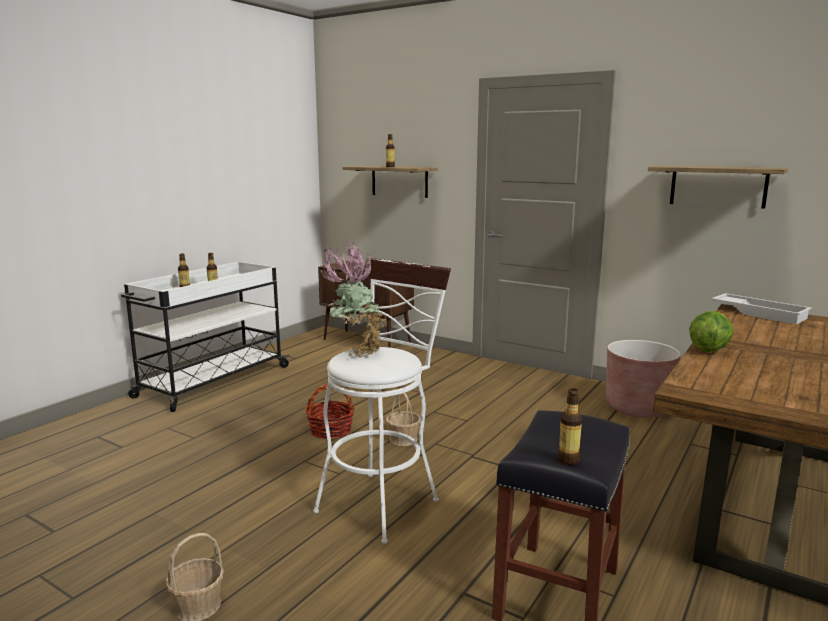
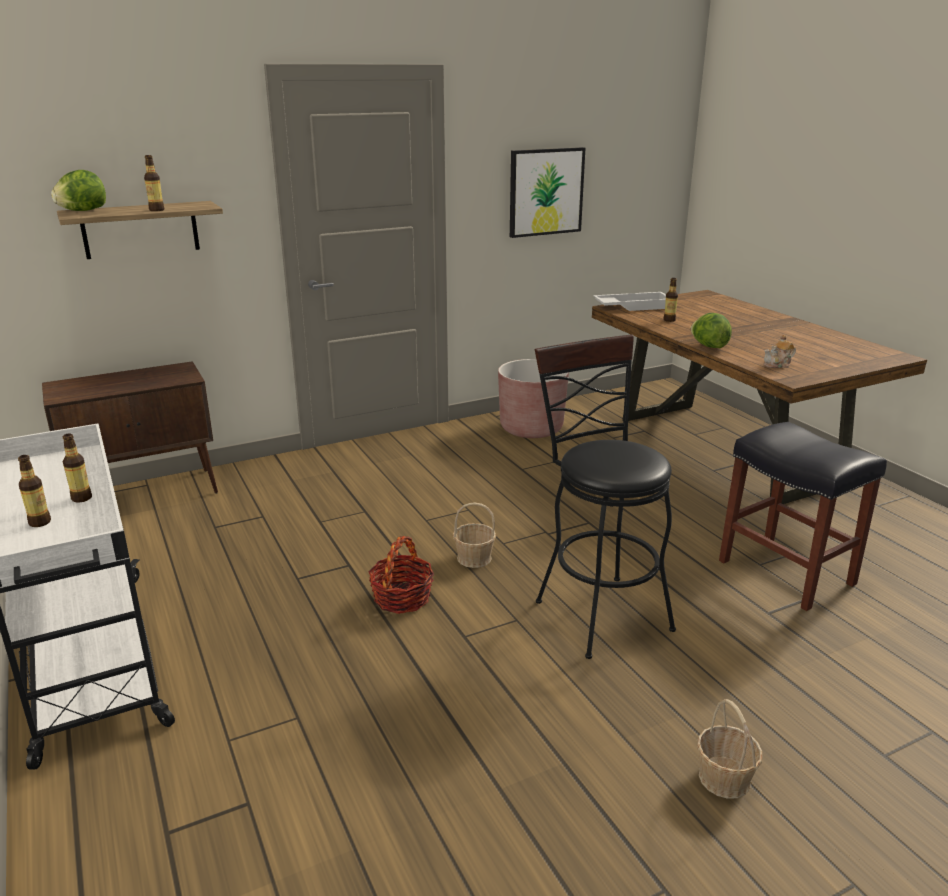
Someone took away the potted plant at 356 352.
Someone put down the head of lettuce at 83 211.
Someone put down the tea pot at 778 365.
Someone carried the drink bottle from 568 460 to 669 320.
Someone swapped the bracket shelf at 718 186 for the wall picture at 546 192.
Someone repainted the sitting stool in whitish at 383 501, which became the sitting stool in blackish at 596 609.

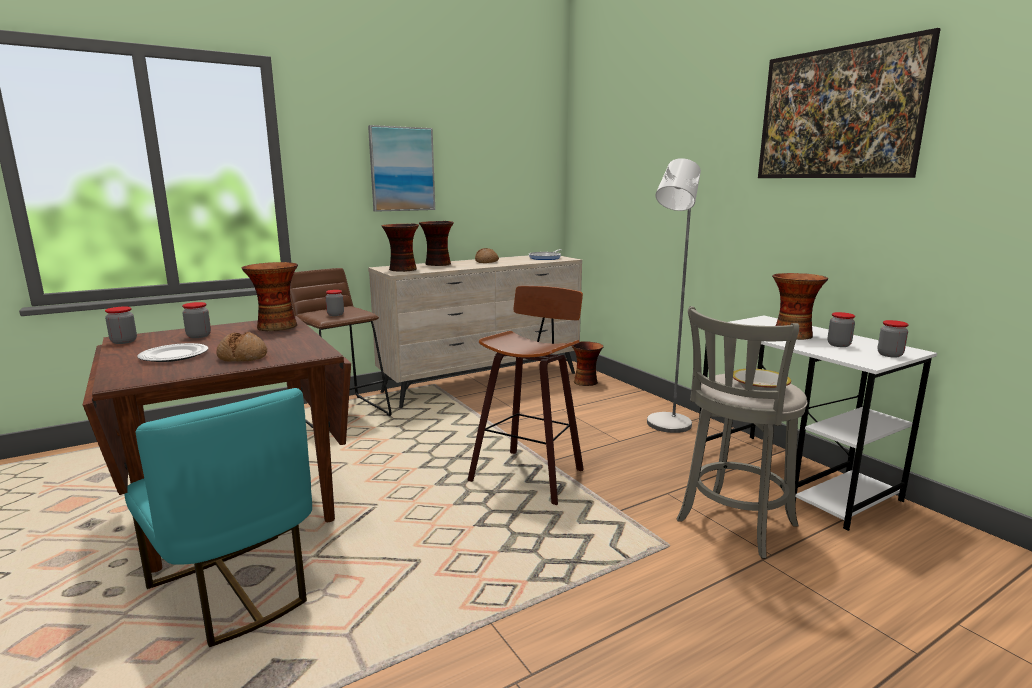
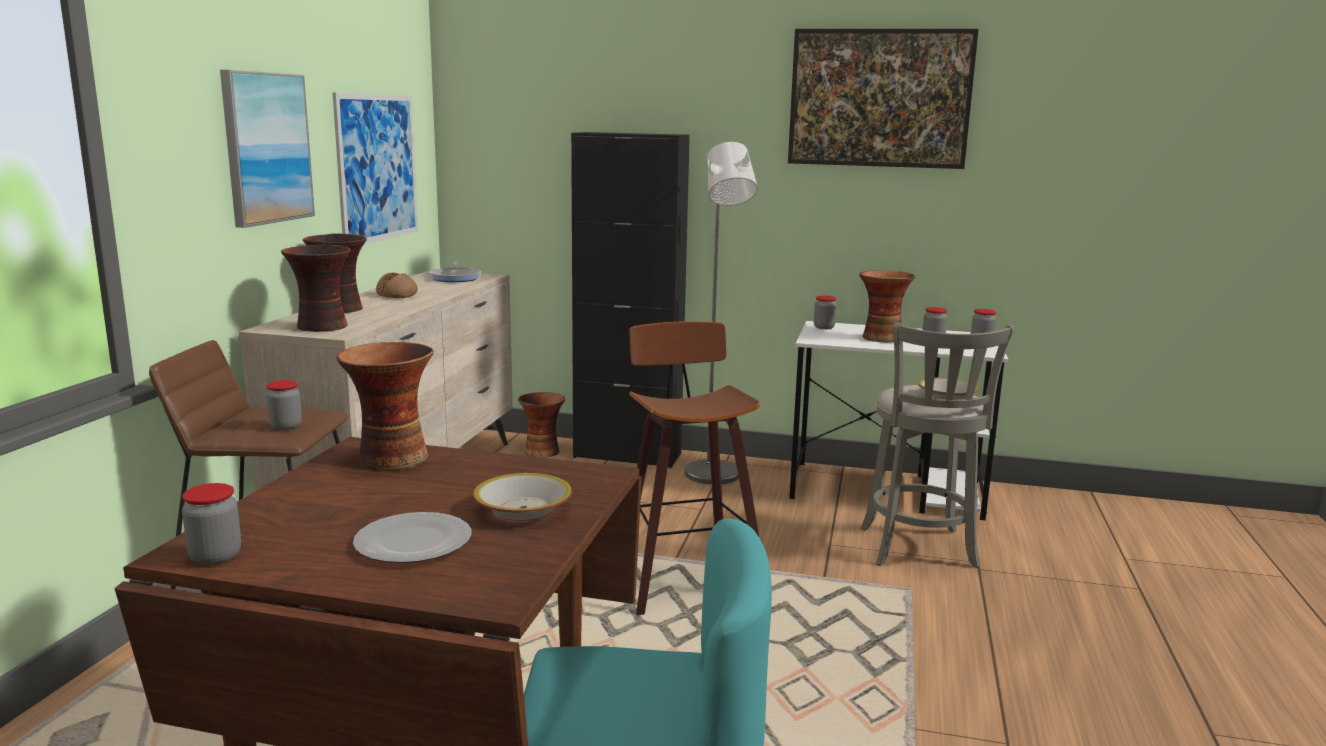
Someone put up the wall picture at 377 168.
Someone put down the storage cabinet in blackish at 627 455.
Someone carried the preserve jar from 199 336 to 824 327.
Someone swapped the bread at 243 356 for the serving bowl at 523 509.

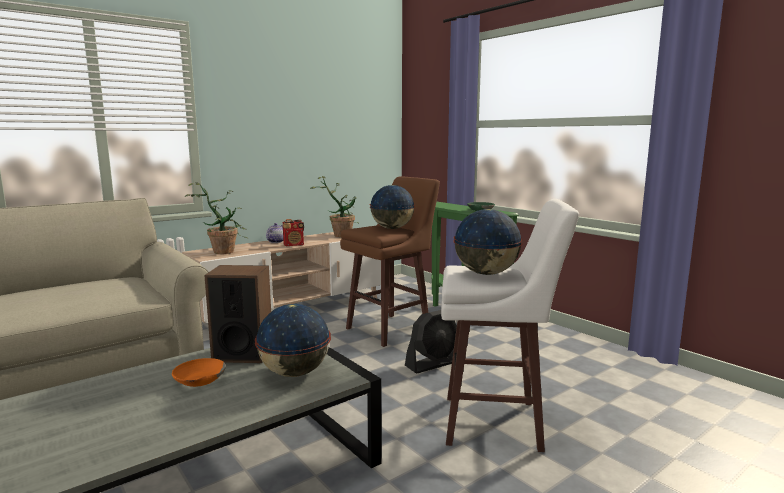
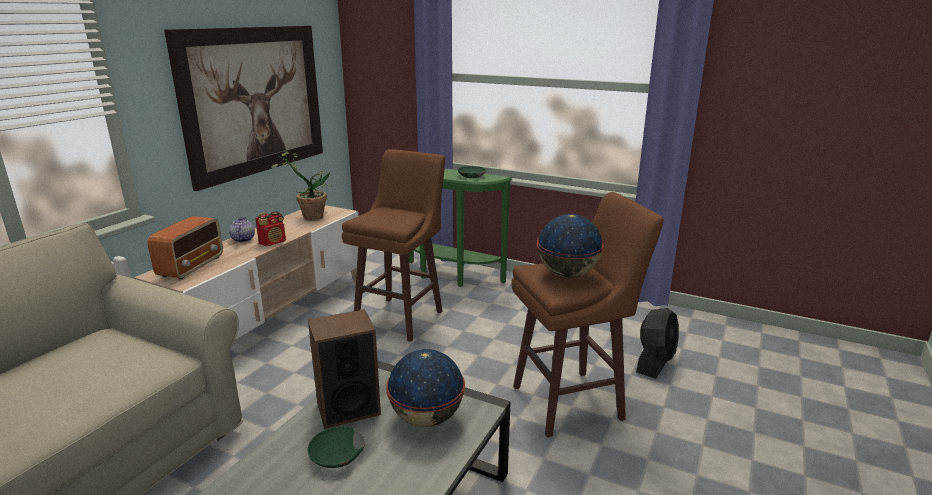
Someone took away the world globe at 392 228.
Someone put up the wall picture at 255 101.
Someone carried the cooling fan in blackish from 433 364 to 655 362.
Someone swapped the potted plant at 223 250 for the radio at 192 266.
Someone repainted the serving bowl in orange-coloured at 198 380, which became the serving bowl in green-coloured at 336 456.
Someone repainted the sitting stool in whitish at 495 423, which became the sitting stool in brown at 570 402.

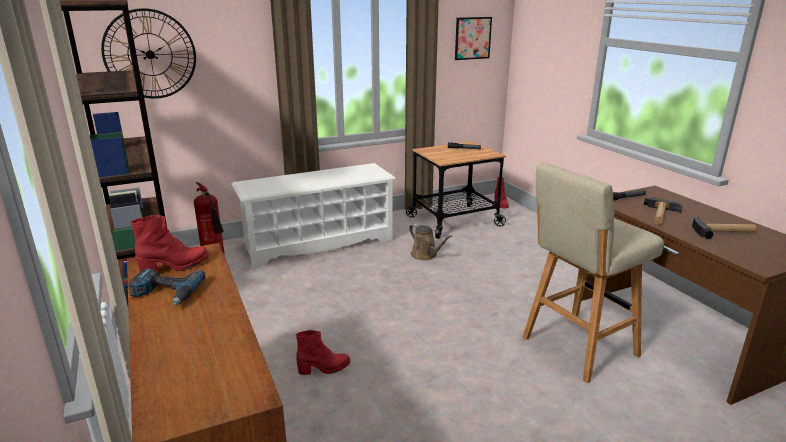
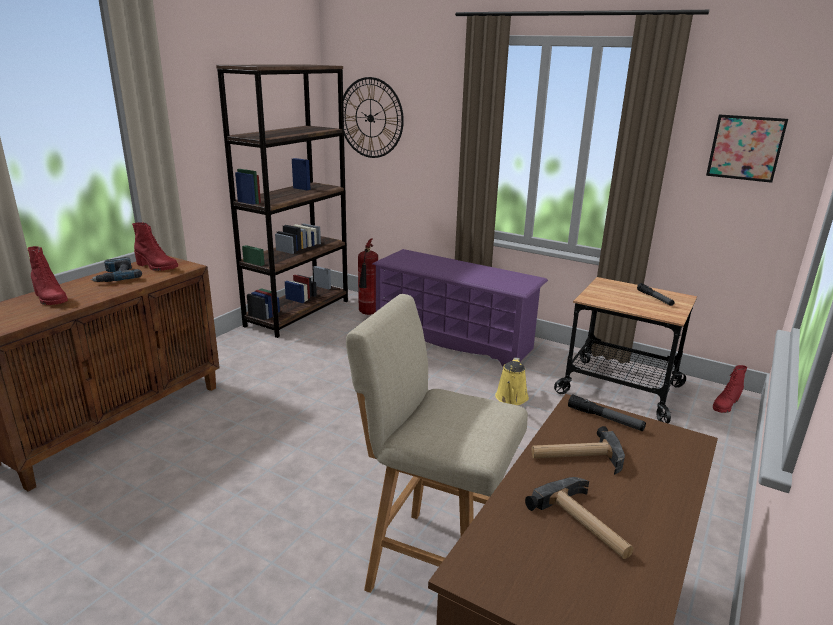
Someone carried the boot in red from 324 369 to 50 299.
Someone repainted the shoe stand in whitish at 318 243, which became the shoe stand in purple at 454 339.
Someone repainted the watering pot in brown at 425 255, which became the watering pot in yellowish at 511 398.

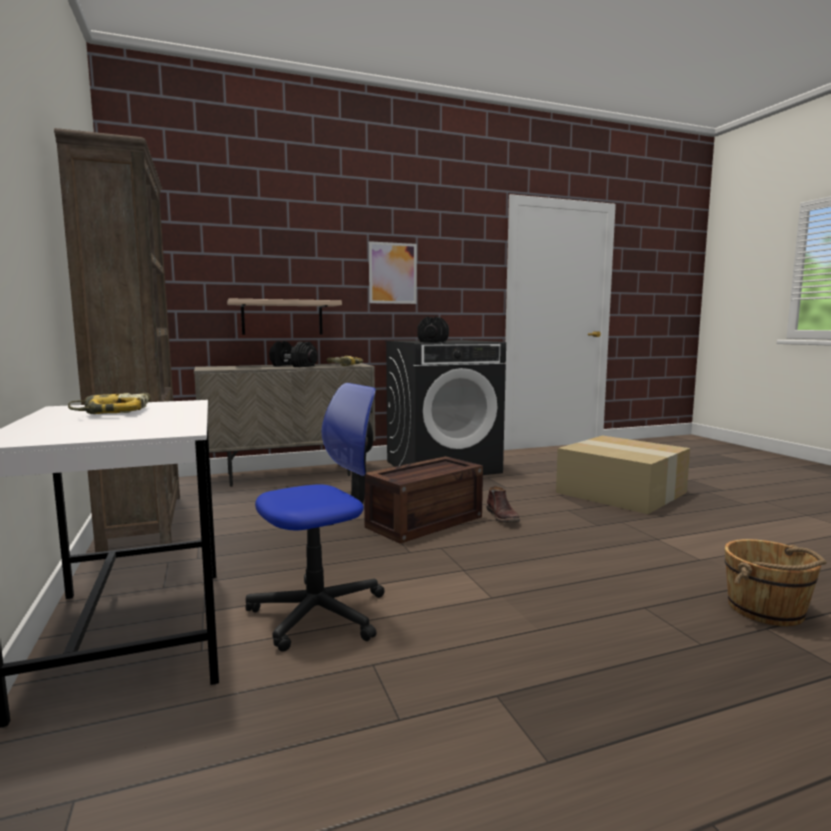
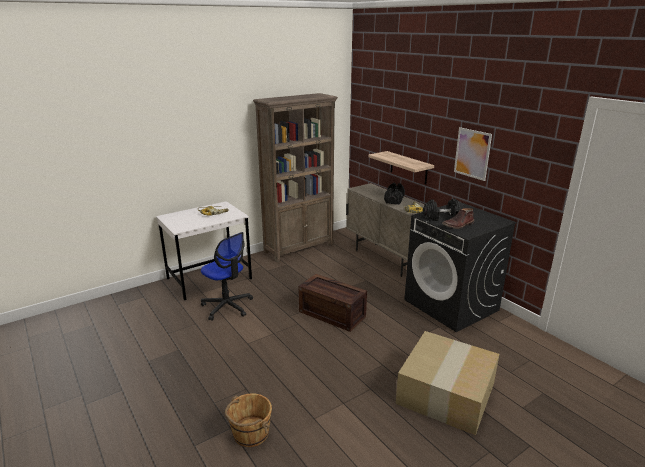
Someone carried the boot in brown from 503 517 to 458 225.

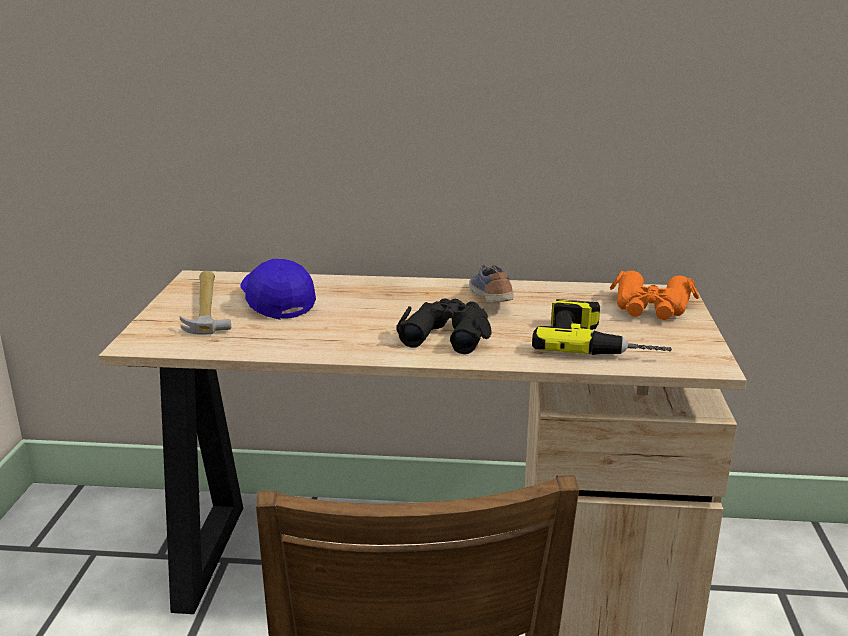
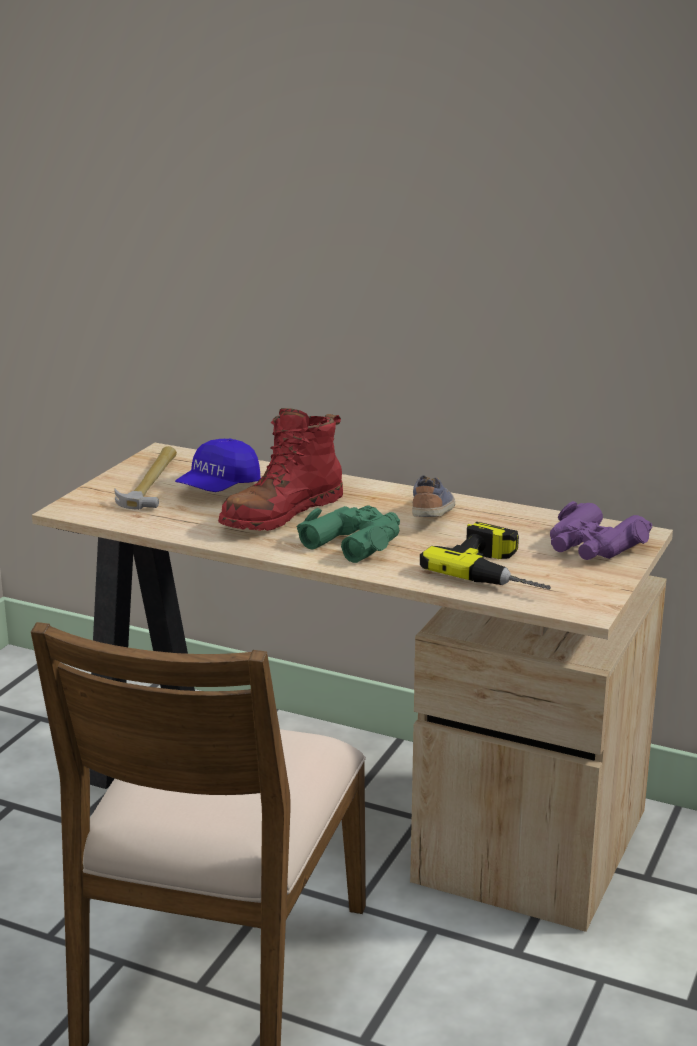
Someone put down the boot in red at 282 514.
Someone repainted the field glasses in blackish at 447 334, which became the field glasses in green-coloured at 355 542.
Someone repainted the field glasses in orange-coloured at 651 308, which became the field glasses in purple at 593 546.
Someone rotated the baseball cap in bluish at 276 303 by 135 degrees counterclockwise.

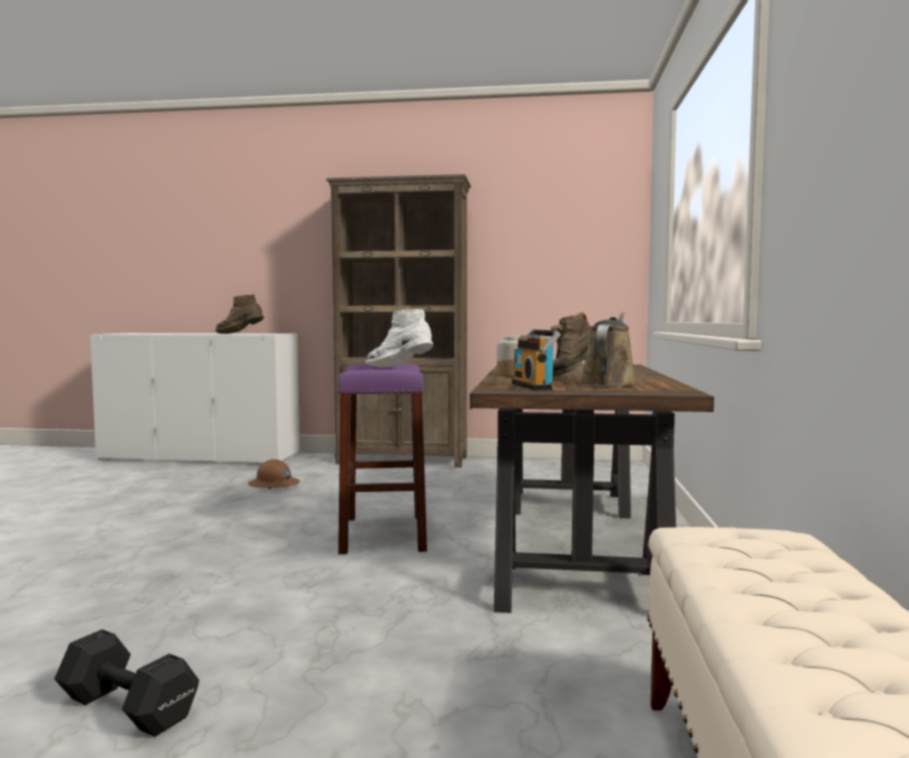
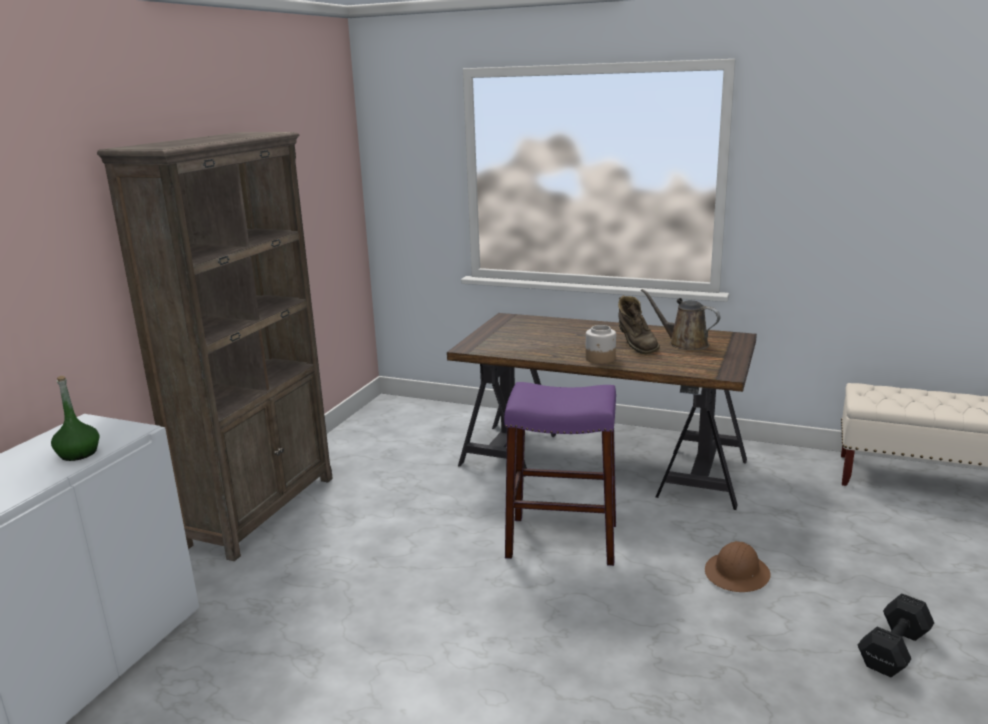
Someone took away the boot in whitish at 400 369.
Someone took away the radio at 534 386.
Someone carried the work helmet in brown from 274 484 to 737 574.
Someone swapped the boot in brown at 240 333 for the drink bottle in green-coloured at 79 454.

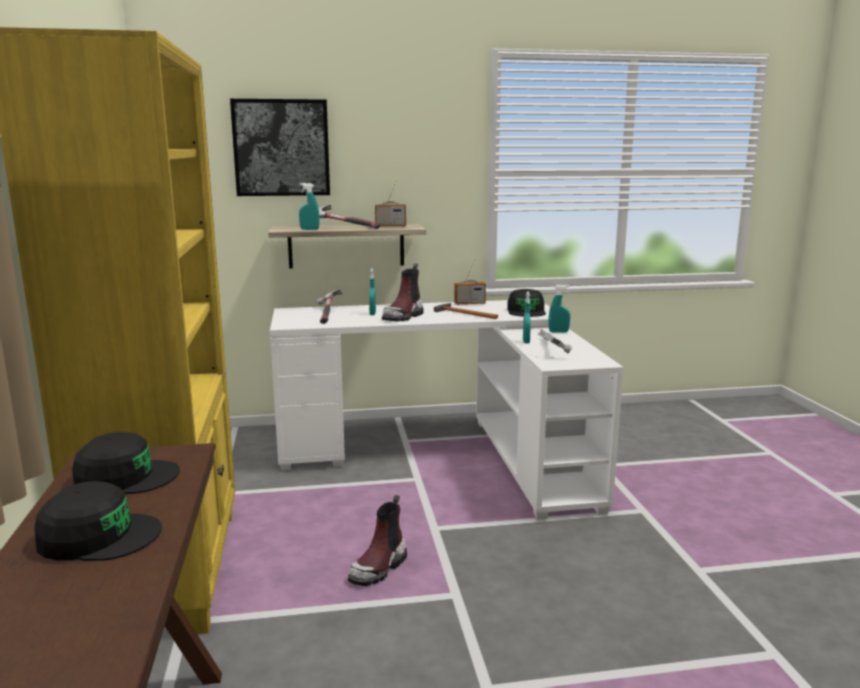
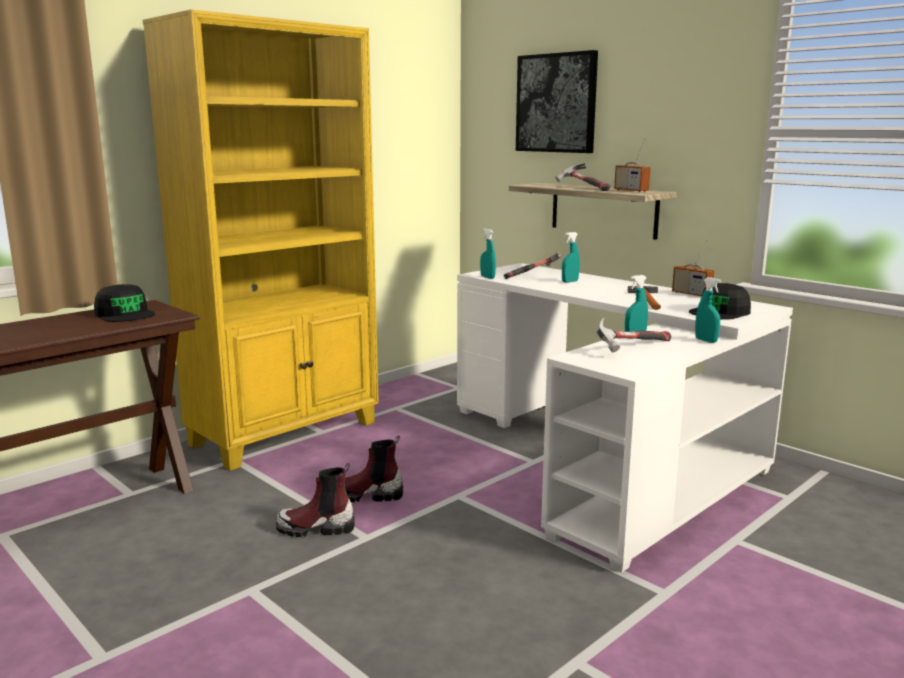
Someone took away the baseball cap in blackish at 99 536.
Someone carried the spray bottle in turquoise-coloured from 309 229 to 487 277.
Someone carried the boot from 403 317 to 316 528.

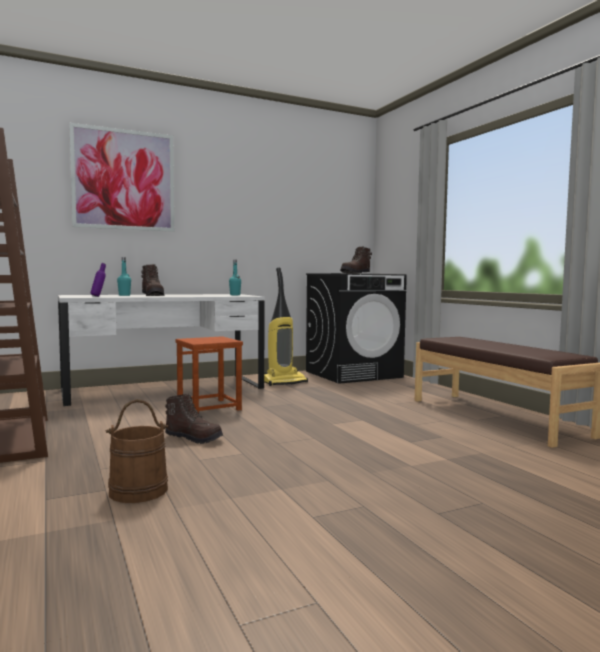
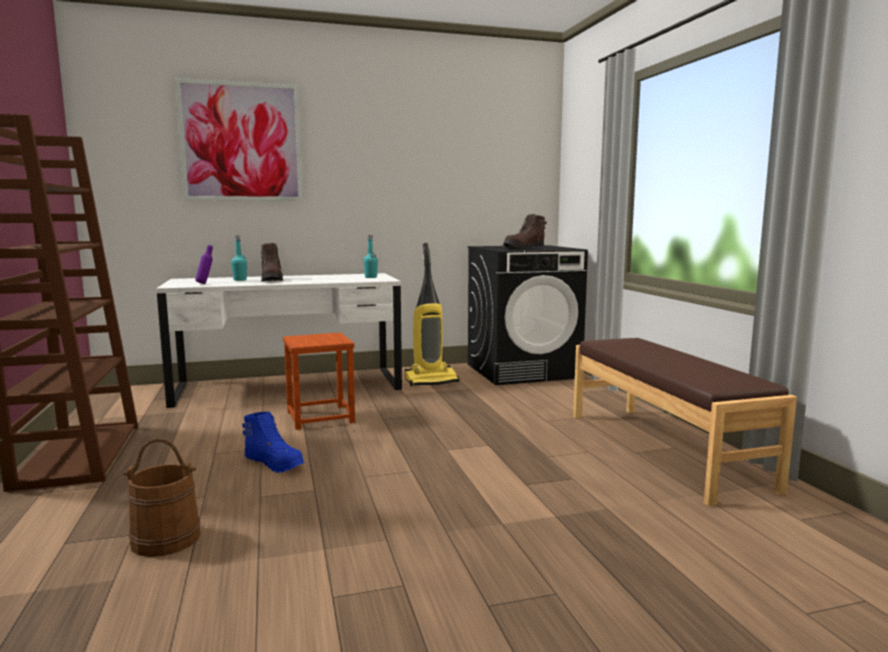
Someone repainted the boot in brown at 194 438, which became the boot in bluish at 275 463.

